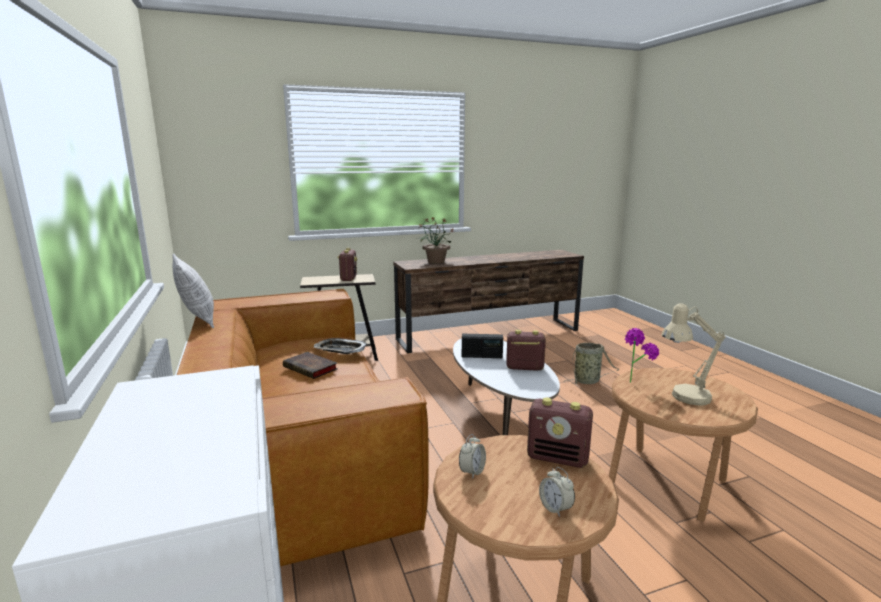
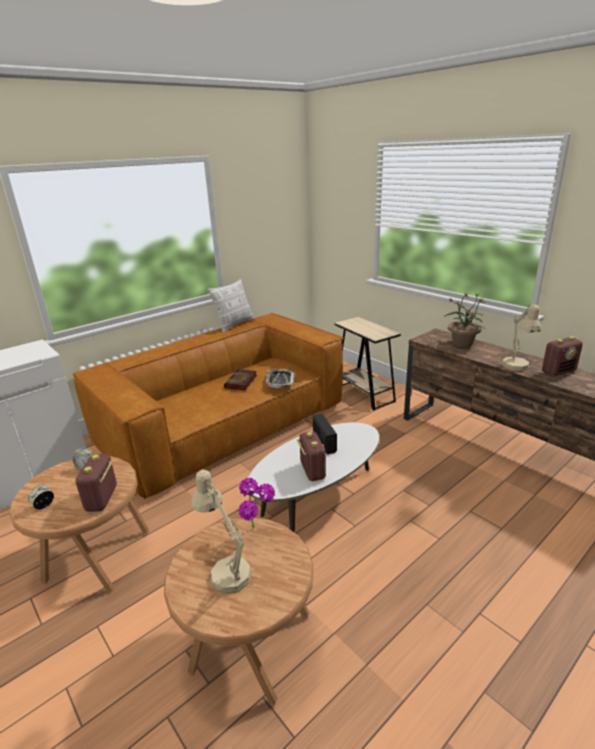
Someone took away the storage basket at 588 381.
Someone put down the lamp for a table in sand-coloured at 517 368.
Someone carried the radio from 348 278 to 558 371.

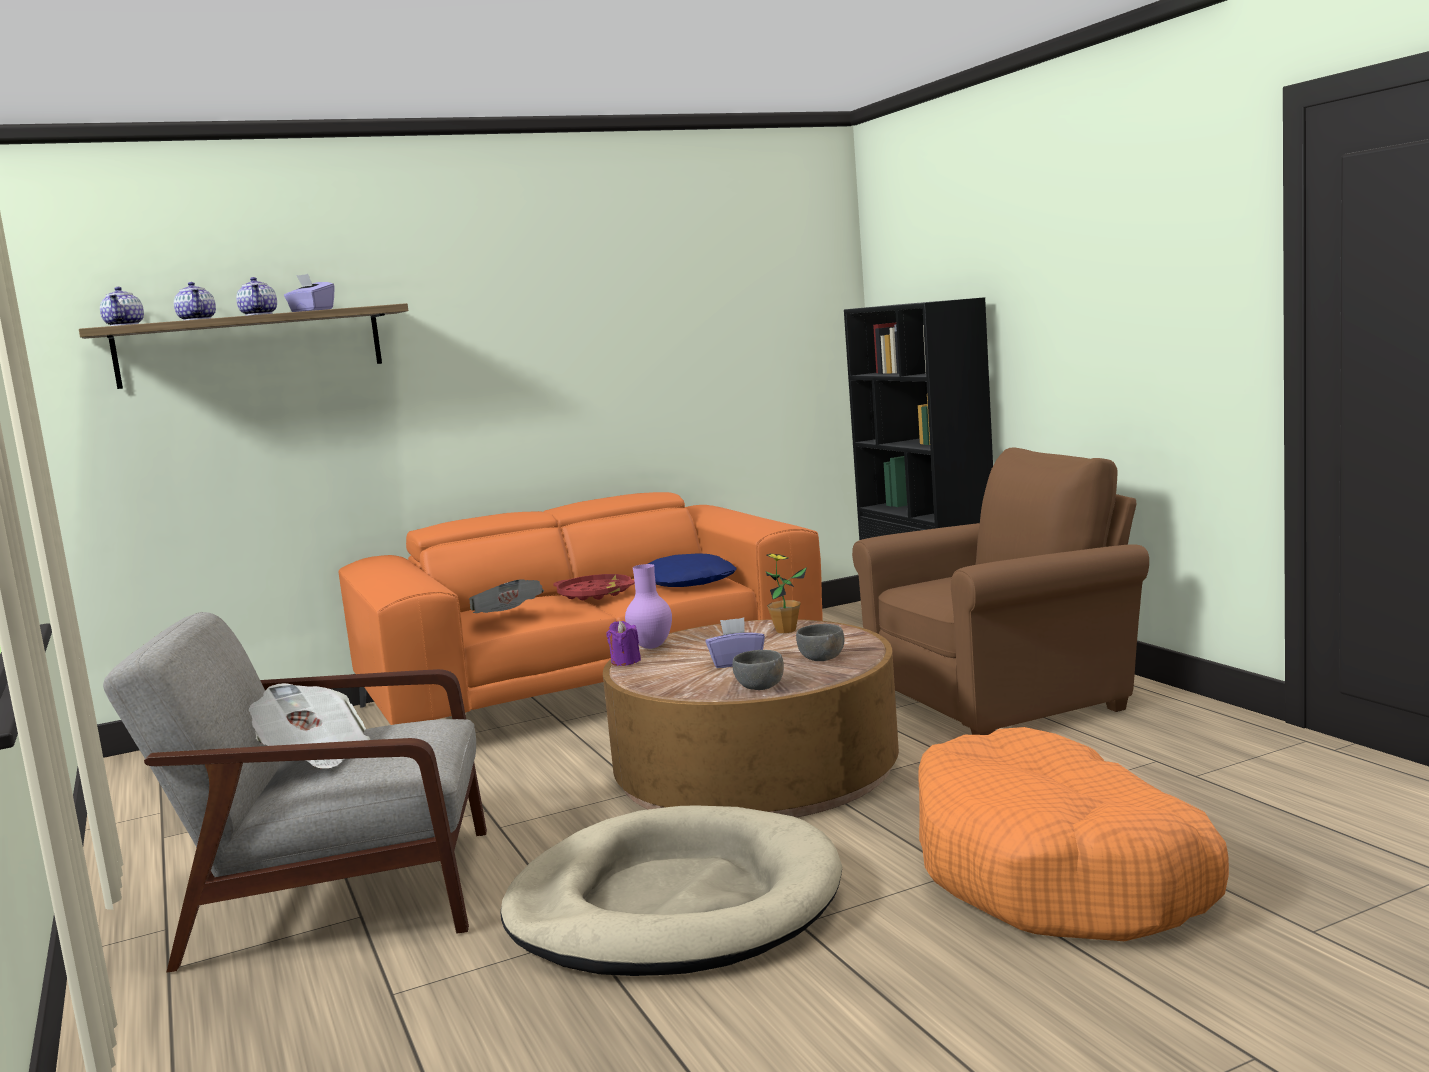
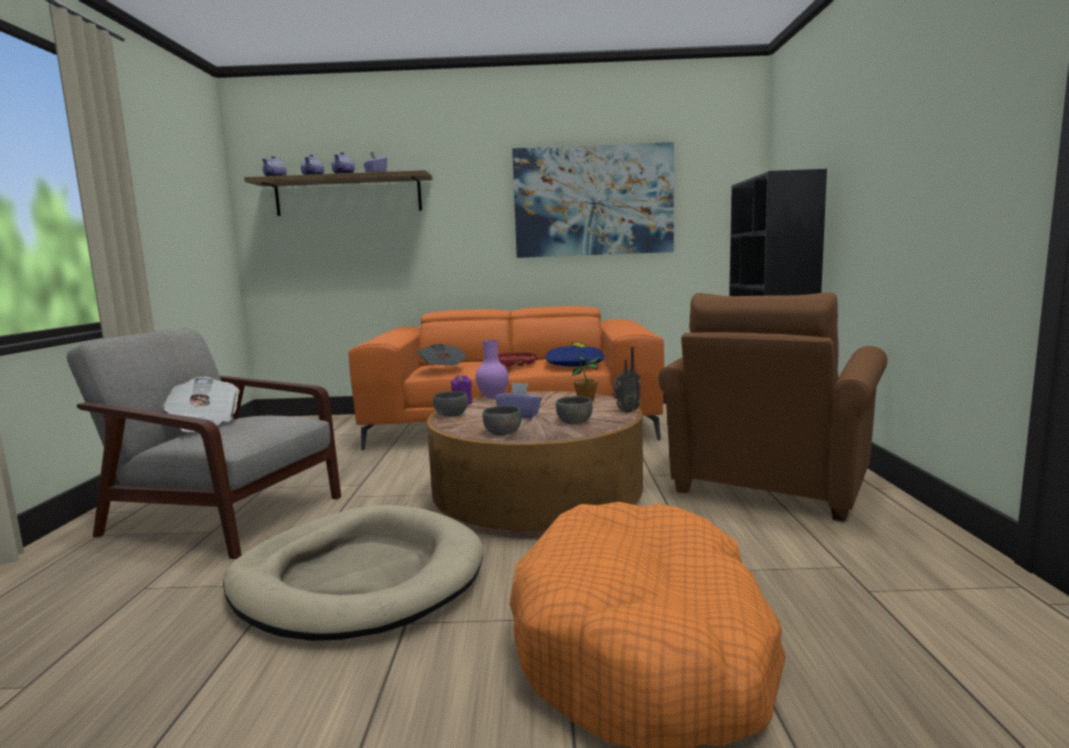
Someone put down the serving bowl in gray at 451 415.
Someone put up the wall picture at 593 201.
Someone put down the radio at 626 411.
Someone rotated the lounge chair in brown at 1006 699 by 120 degrees clockwise.

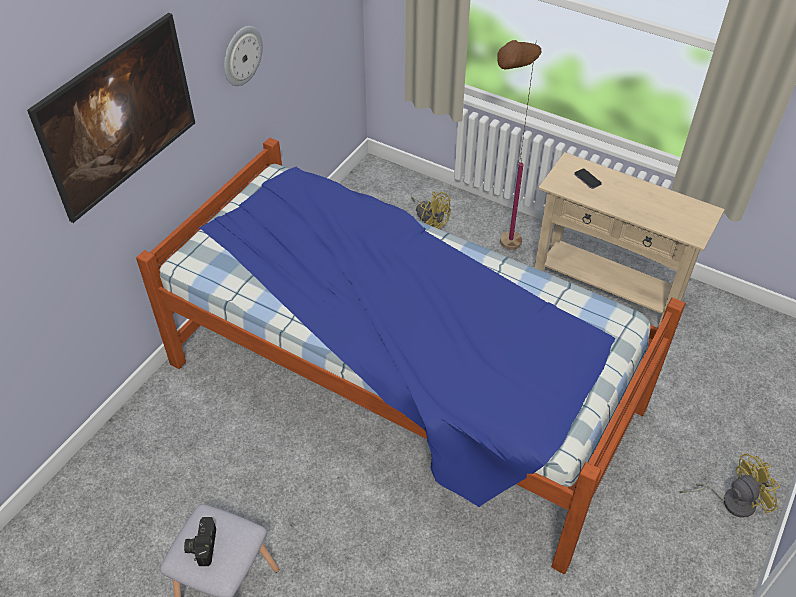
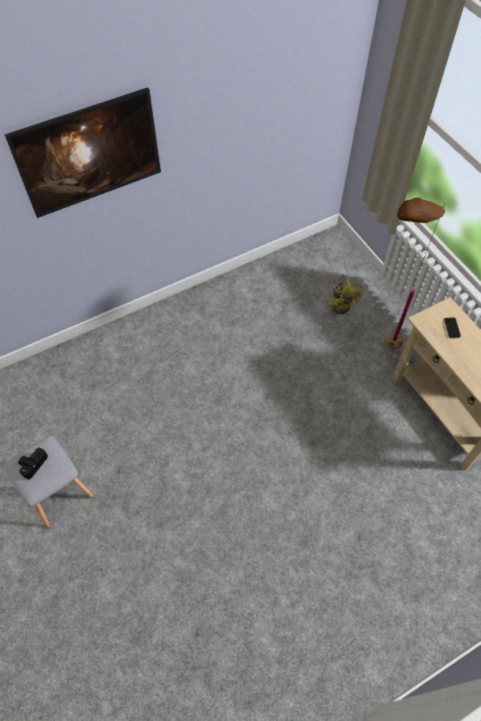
Someone took away the bedroom bed at 402 388.
Someone took away the hanging clock at 241 55.
Someone took away the cooling fan in yellowish at 731 500.

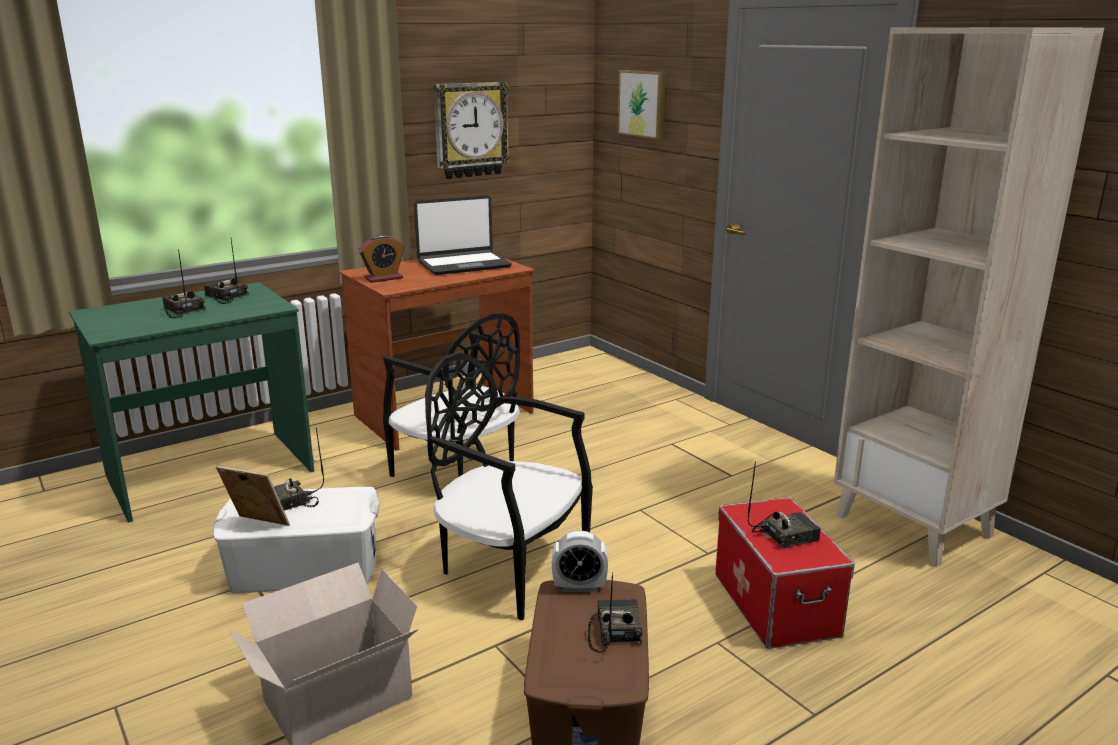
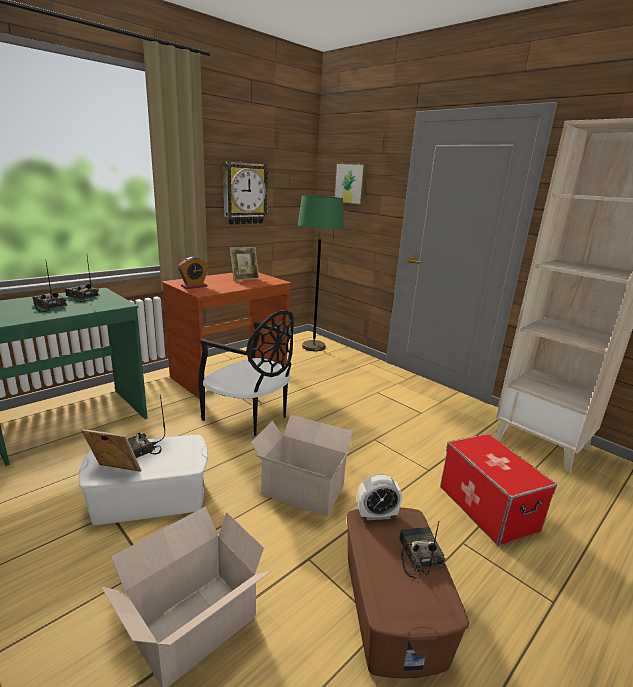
Someone took away the radio at 785 535.
Someone put down the floor lamp in green-coloured at 313 346.
Someone swapped the laptop at 463 264 for the picture frame at 244 278.
Someone swapped the plain chair in blackish at 509 567 for the cardboard box at 301 489.

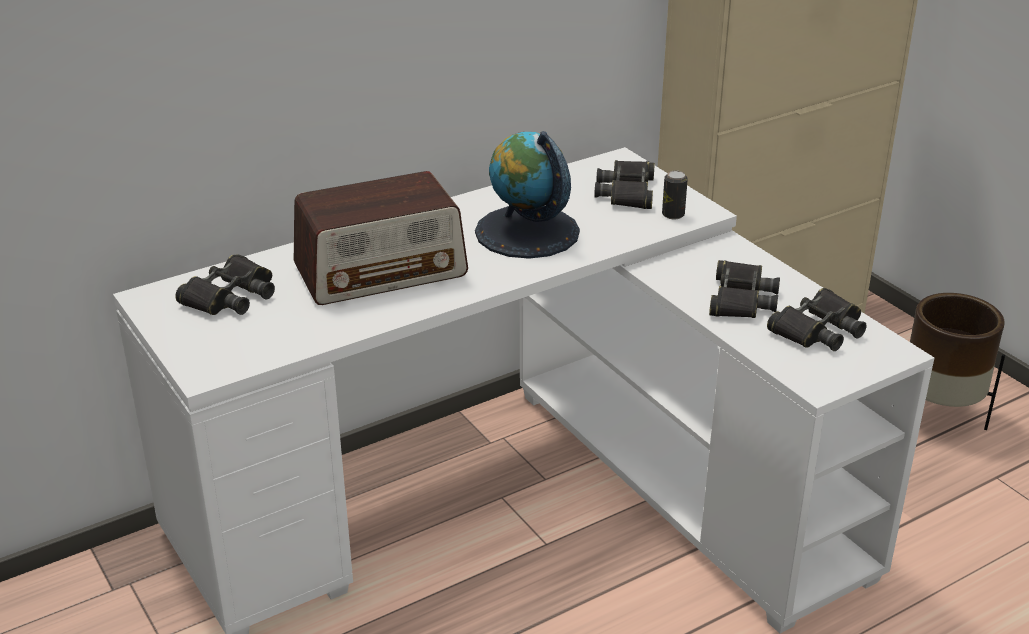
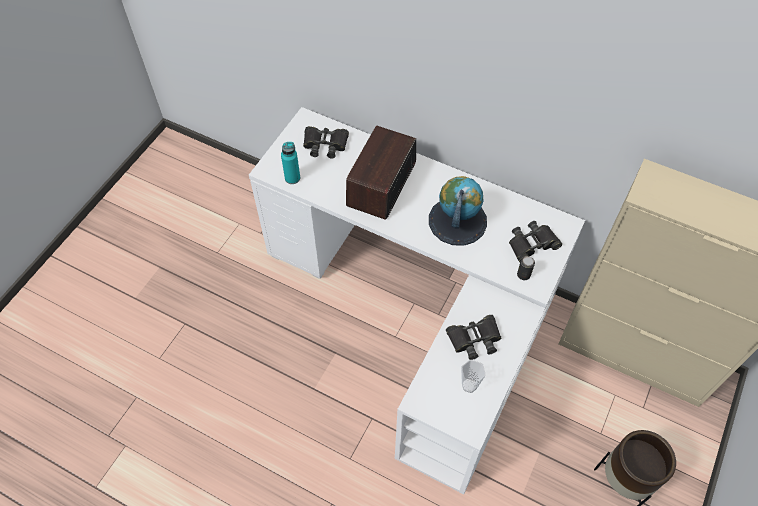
Someone put down the drink bottle in turquoise-coloured at 292 178.
Someone swapped the field glasses in blackish at 818 329 for the cup at 469 385.
Someone rotated the radio at 382 271 by 75 degrees clockwise.

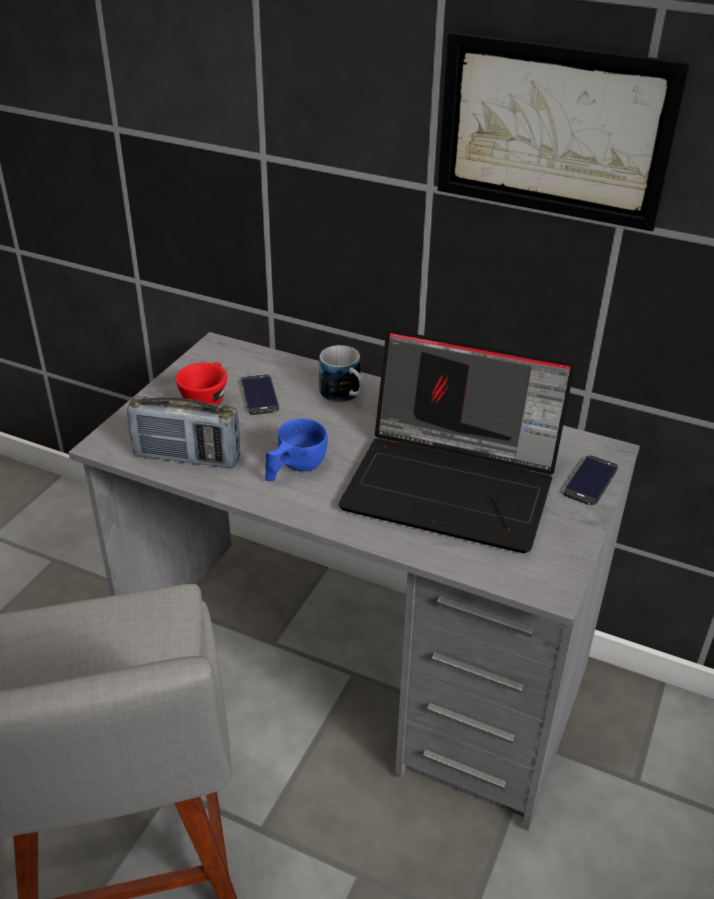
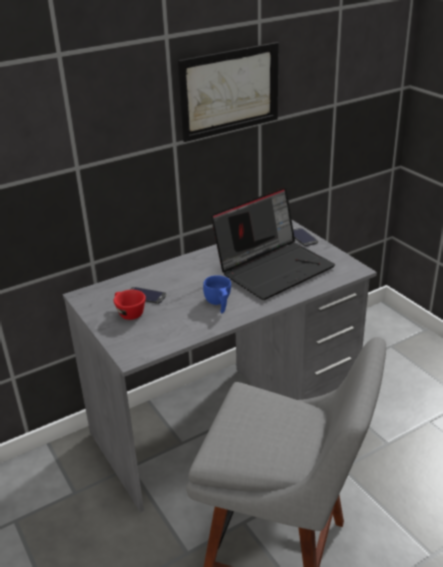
Someone took away the radio at 187 457.
Someone took away the tea mug at 345 396.

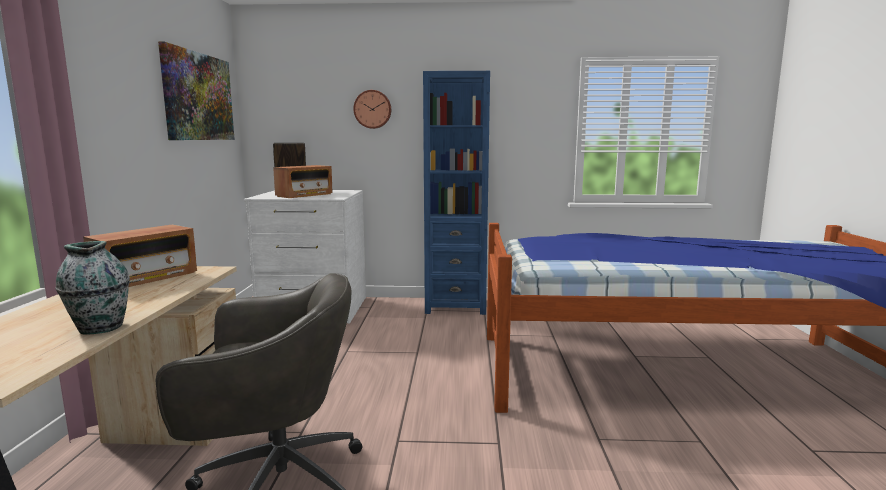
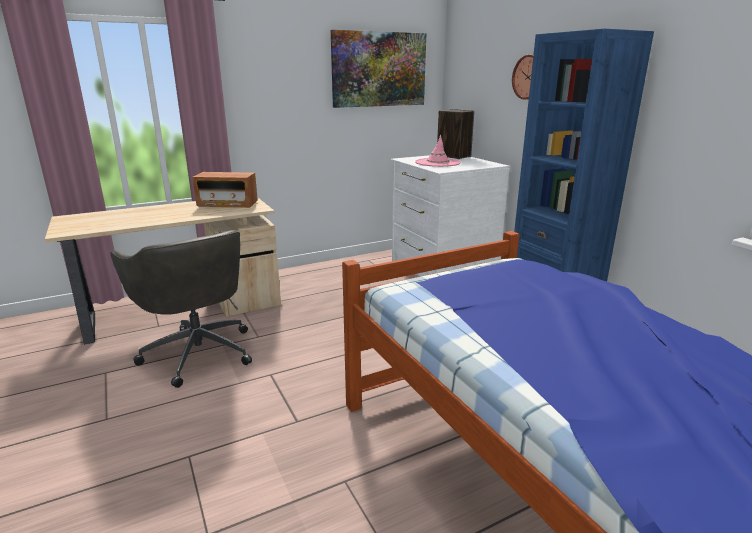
Someone took away the flower vase at 100 327.
Someone swapped the radio at 304 195 for the hat in pink at 437 163.

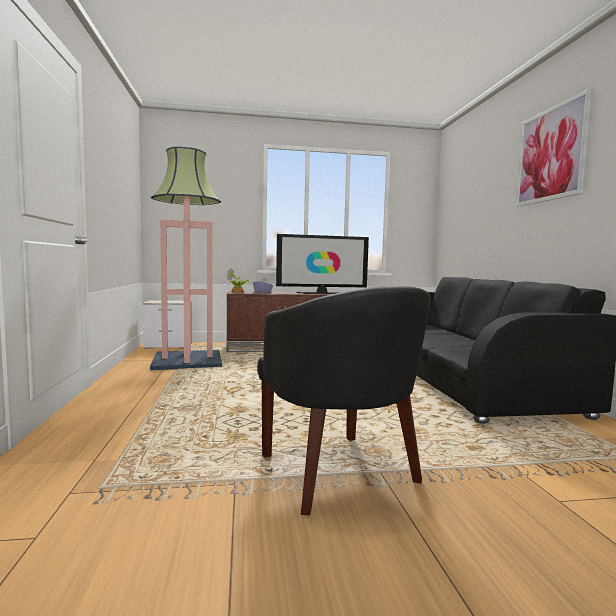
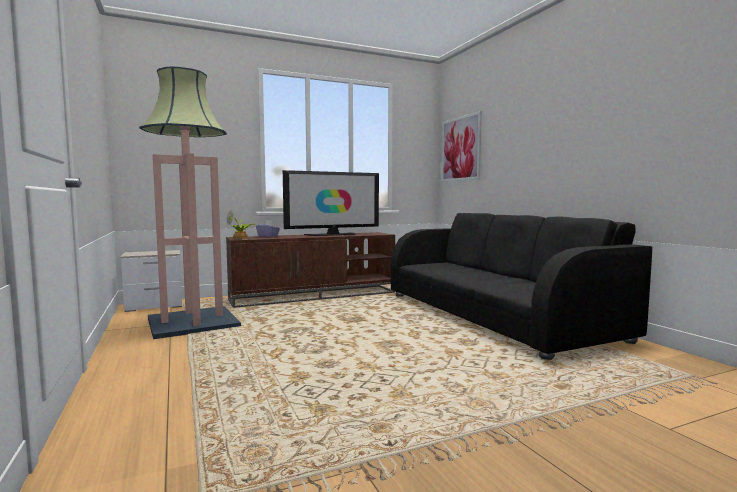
Someone took away the lounge chair in blackish at 338 473.
Someone carried the wall picture from 550 154 to 460 149.

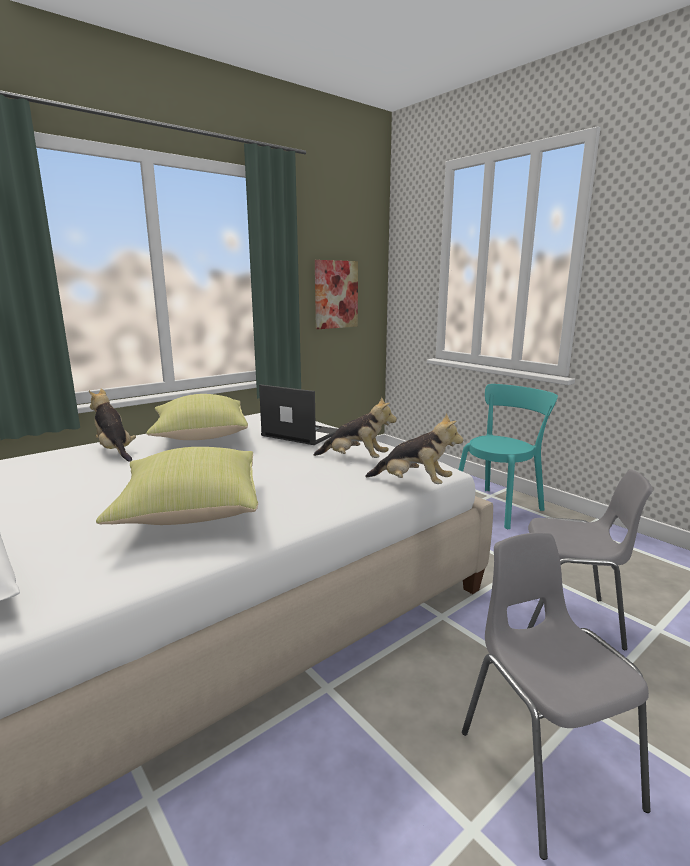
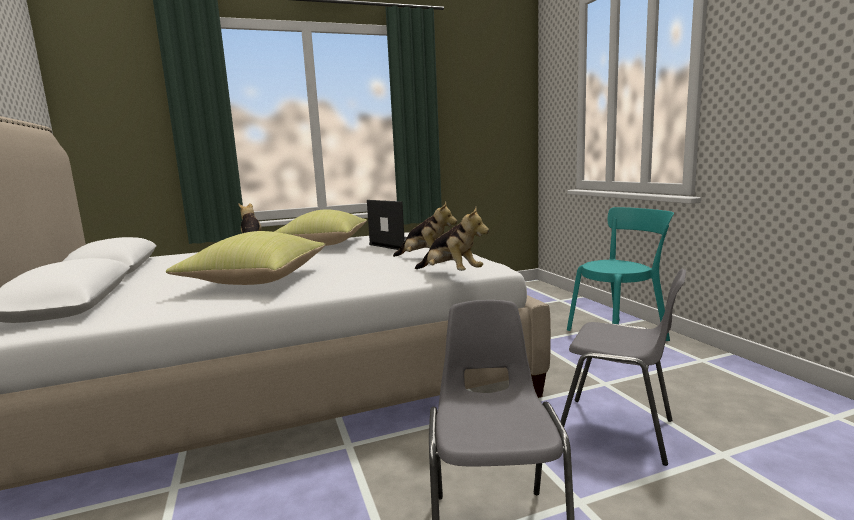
Someone took away the wall picture at 336 294.

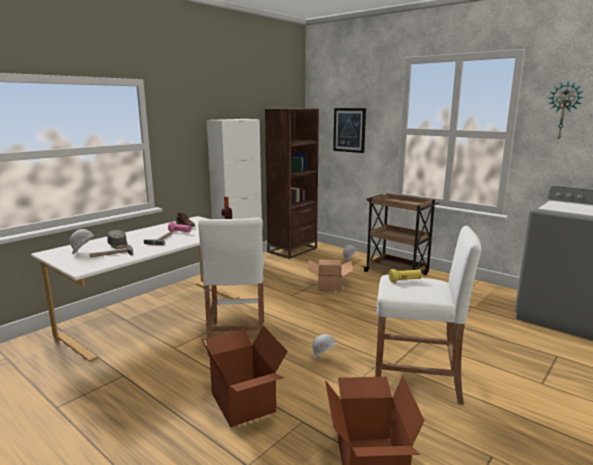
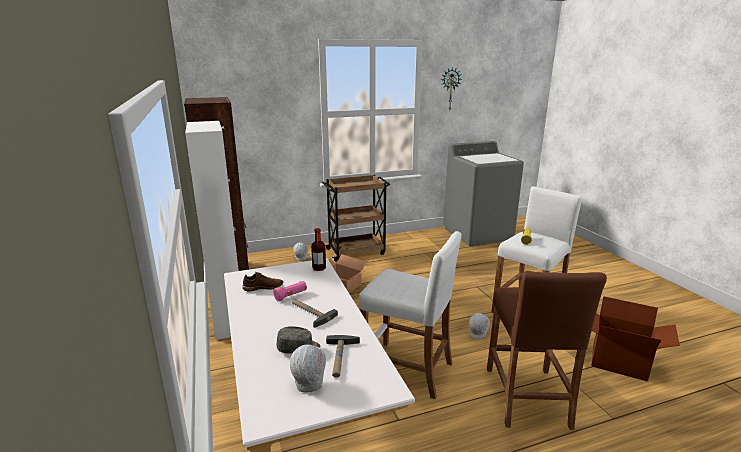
Someone took away the wall picture at 349 130.
Someone swapped the cardboard box at 244 402 for the sitting stool in brown at 526 396.

